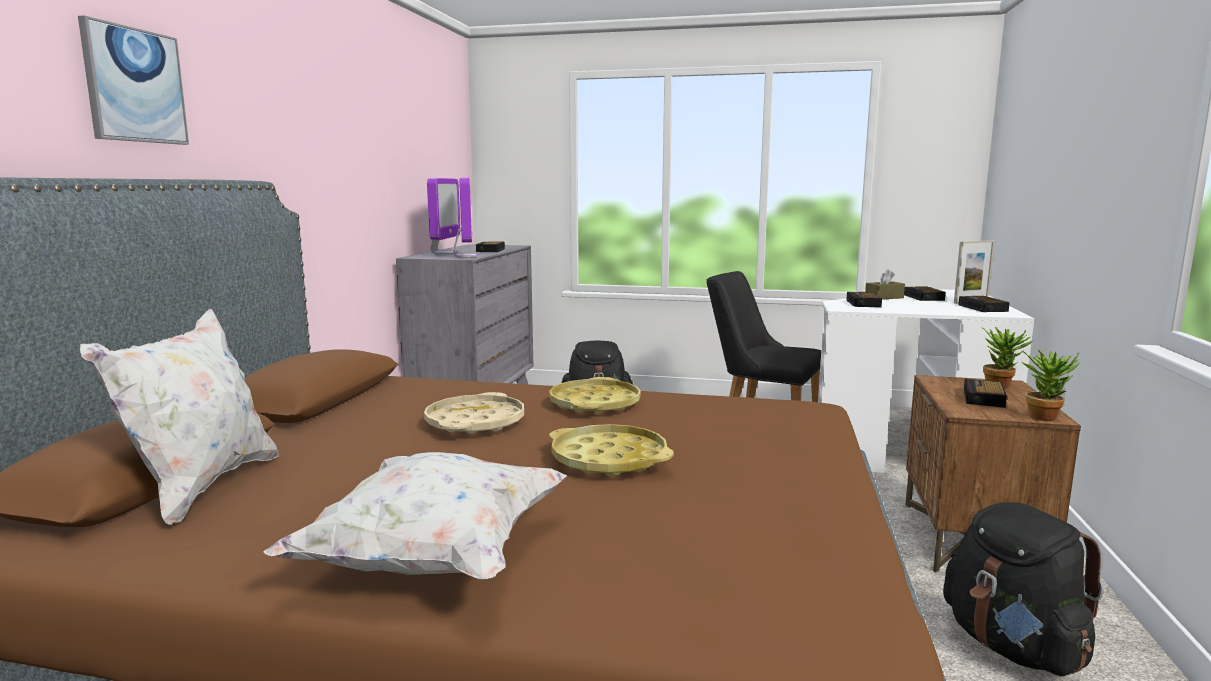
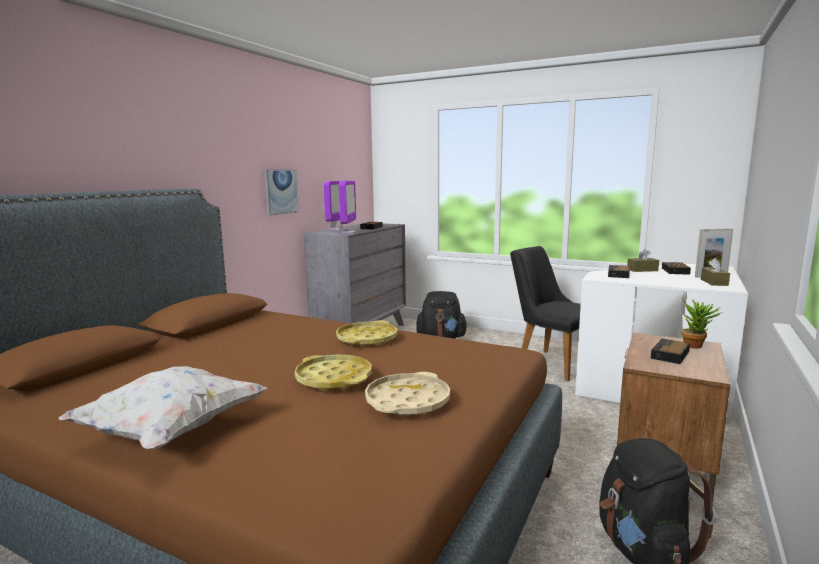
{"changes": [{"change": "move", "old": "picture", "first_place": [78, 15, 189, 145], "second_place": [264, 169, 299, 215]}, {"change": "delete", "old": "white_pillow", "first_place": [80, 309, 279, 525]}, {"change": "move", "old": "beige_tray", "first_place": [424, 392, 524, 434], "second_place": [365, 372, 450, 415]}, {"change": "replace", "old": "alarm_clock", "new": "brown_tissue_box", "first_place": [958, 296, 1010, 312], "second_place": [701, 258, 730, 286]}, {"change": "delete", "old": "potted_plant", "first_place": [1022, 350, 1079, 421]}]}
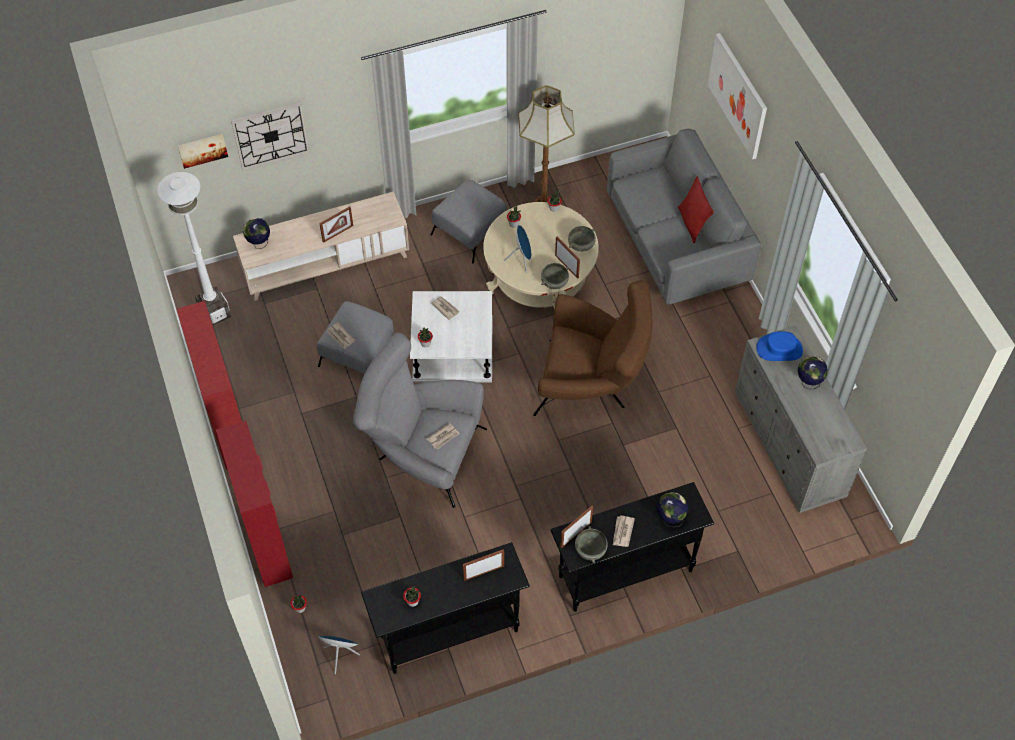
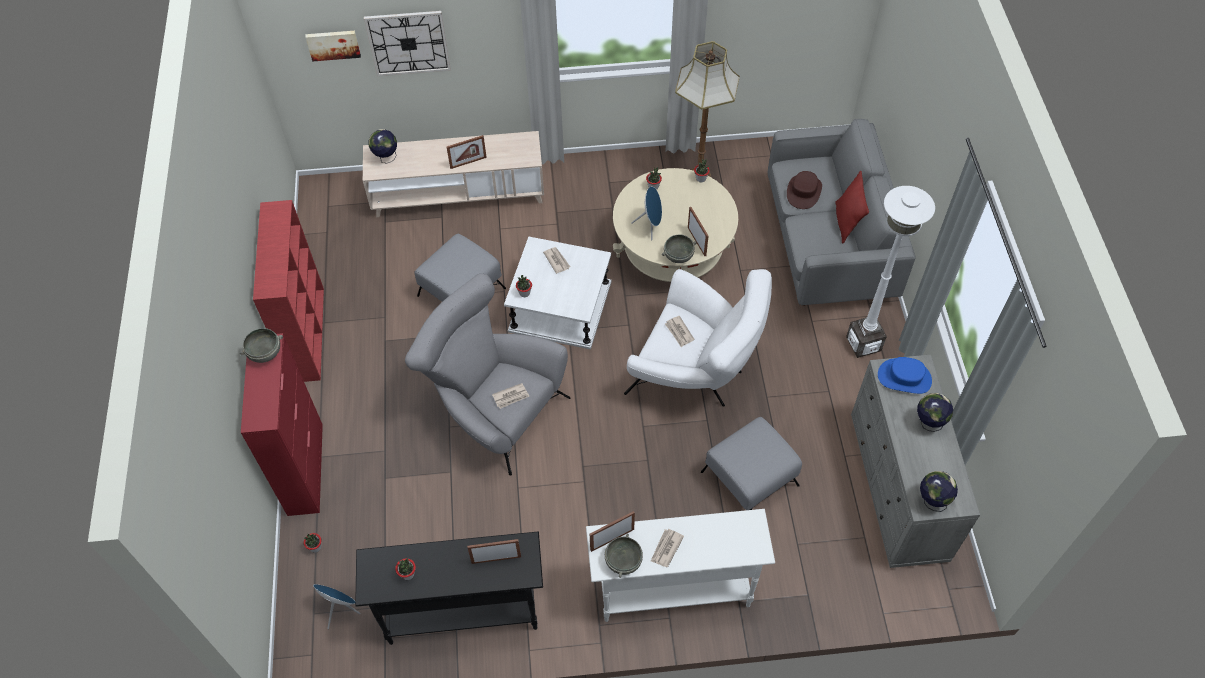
{"changes": [{"change": "move", "old": "white_floor_lamp", "first_place": [157, 172, 231, 325], "second_place": [846, 186, 935, 358]}, {"change": "move", "old": "newspaper", "first_place": [327, 322, 355, 349], "second_place": [665, 316, 694, 347]}, {"change": "move", "old": "grey_ottoman", "first_place": [431, 179, 507, 263], "second_place": [701, 417, 802, 510]}, {"change": "recolor", "old": "brown_armchair", "new": "white_armchair", "first_place": [533, 280, 652, 416], "second_place": [624, 269, 772, 407]}, {"change": "recolor", "old": "black_console_table", "new": "white_console_table", "first_place": [550, 482, 714, 612], "second_place": [586, 509, 775, 622]}, {"change": "move", "old": "grey_bowl", "first_place": [568, 226, 596, 252], "second_place": [240, 328, 283, 363]}, {"change": "move", "old": "globe", "first_place": [657, 492, 688, 527], "second_place": [920, 471, 958, 512]}, {"change": "delete", "old": "picture", "first_place": [708, 33, 767, 159]}, {"change": "insert", "new": "brown_hat", "second_place": [787, 171, 822, 209]}]}
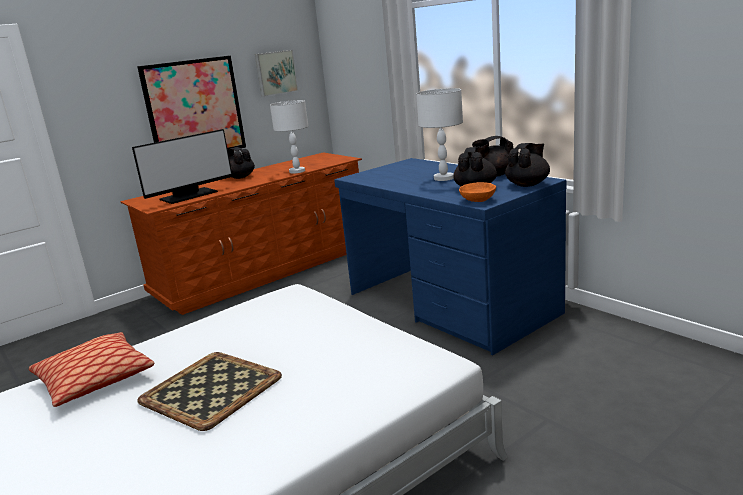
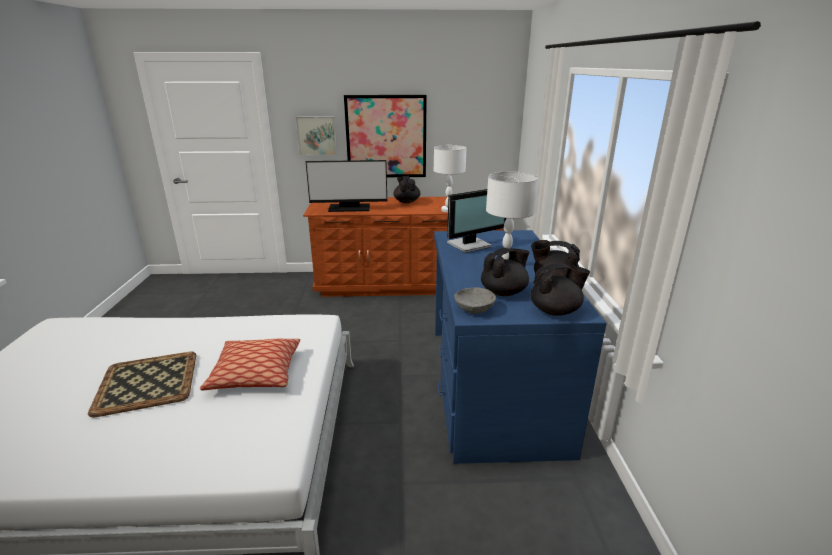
{"changes": [{"change": "move", "old": "pillow", "first_place": [29, 332, 155, 407], "second_place": [200, 339, 300, 390]}, {"change": "move", "old": "picture", "first_place": [255, 50, 298, 97], "second_place": [296, 116, 337, 155]}, {"change": "recolor", "old": "orange_bowl", "new": "grey_bowl", "first_place": [459, 182, 496, 202], "second_place": [454, 287, 496, 314]}, {"change": "insert", "new": "monitor", "second_place": [447, 189, 507, 253]}]}
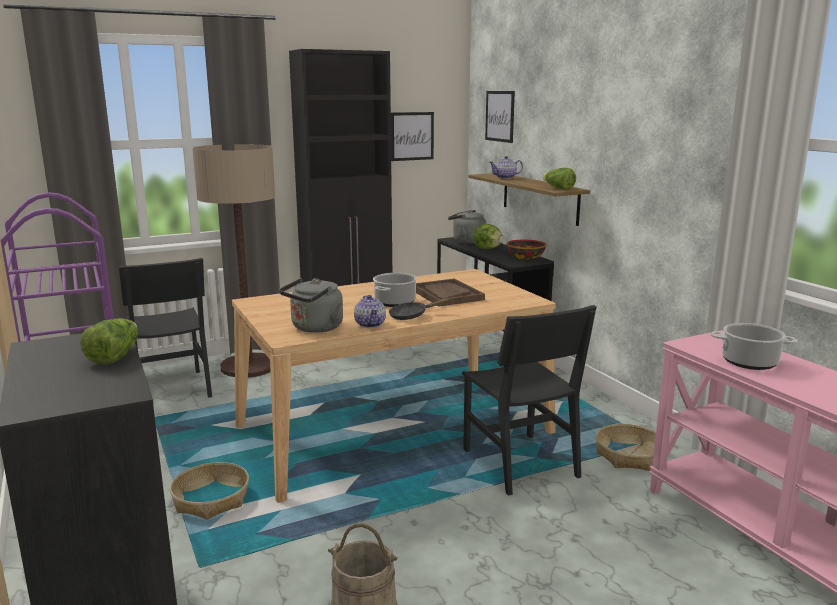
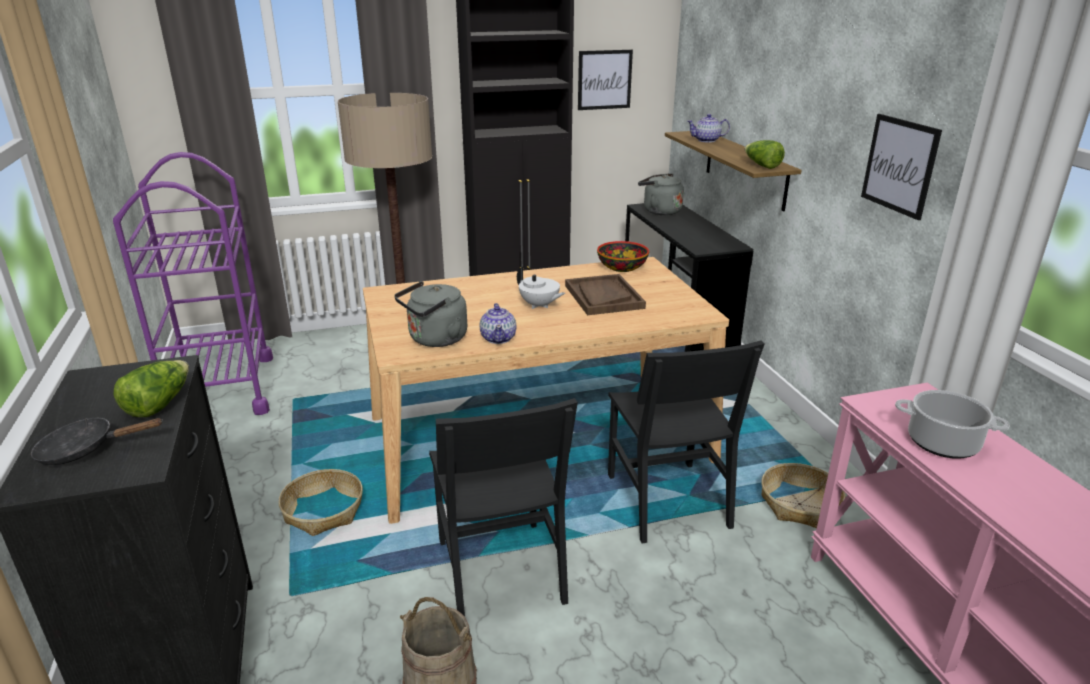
{"changes": [{"change": "move", "old": "black_chair", "first_place": [119, 258, 212, 398], "second_place": [429, 398, 578, 616]}, {"change": "replace", "old": "cooking_pot", "new": "white_teapot", "first_place": [373, 273, 417, 307], "second_place": [517, 267, 565, 309]}, {"change": "move", "old": "black_frying_pan", "first_place": [389, 298, 452, 320], "second_place": [31, 418, 163, 465]}, {"change": "delete", "old": "lettuce", "first_place": [473, 224, 504, 249]}, {"change": "move", "old": "picture", "first_place": [485, 91, 515, 143], "second_place": [861, 114, 942, 220]}, {"change": "move", "old": "bowl", "first_place": [507, 240, 546, 260], "second_place": [597, 241, 649, 272]}]}
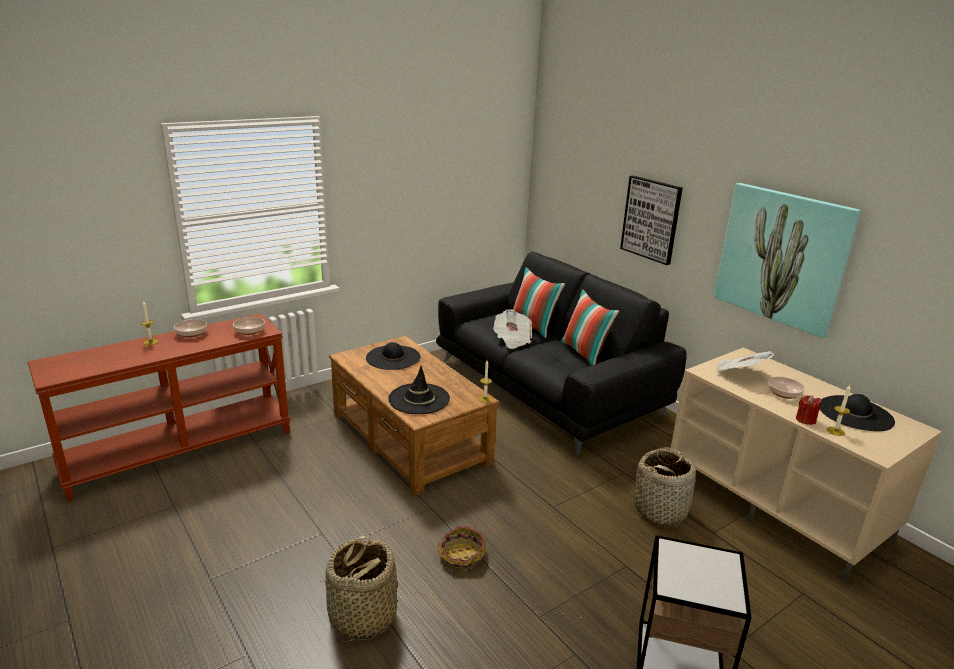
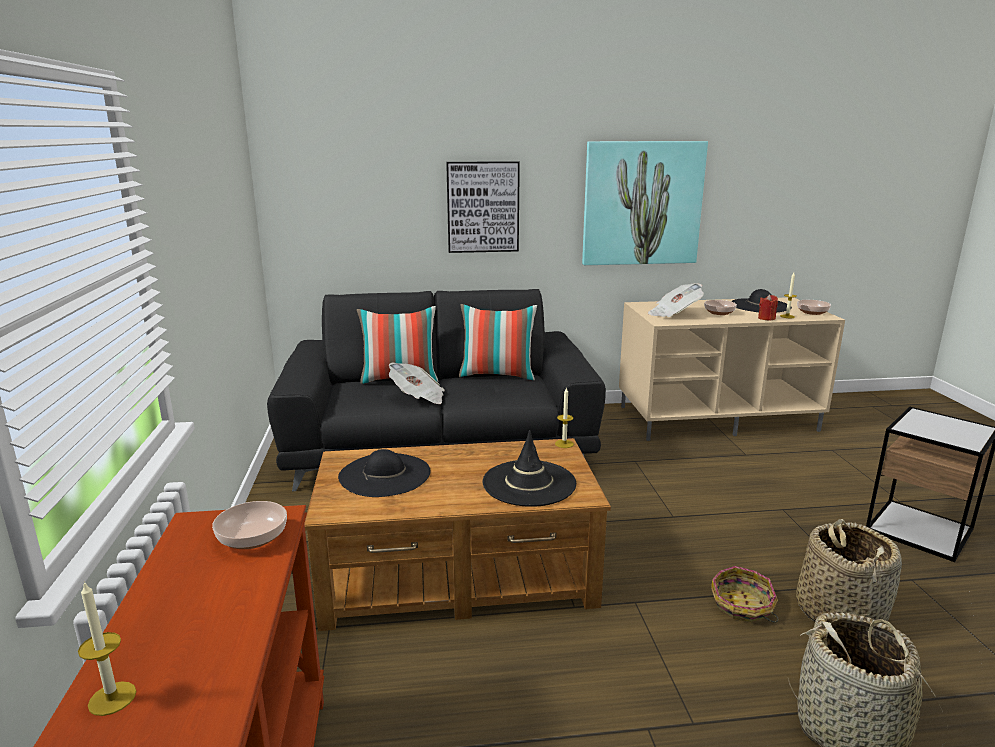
{"changes": [{"change": "move", "old": "bowl", "first_place": [174, 319, 207, 338], "second_place": [797, 300, 831, 315]}, {"change": "move", "old": "basket", "first_place": [634, 447, 696, 526], "second_place": [796, 519, 902, 624]}]}
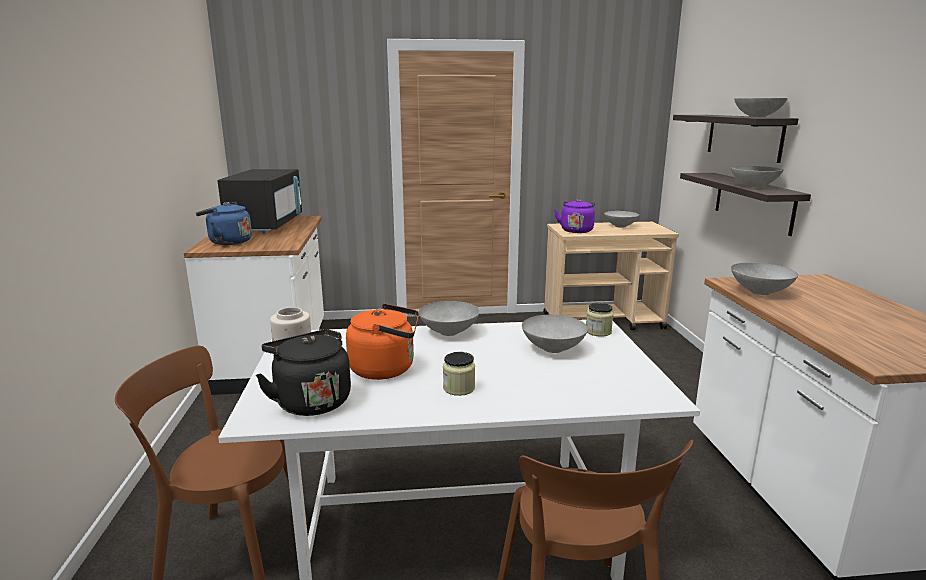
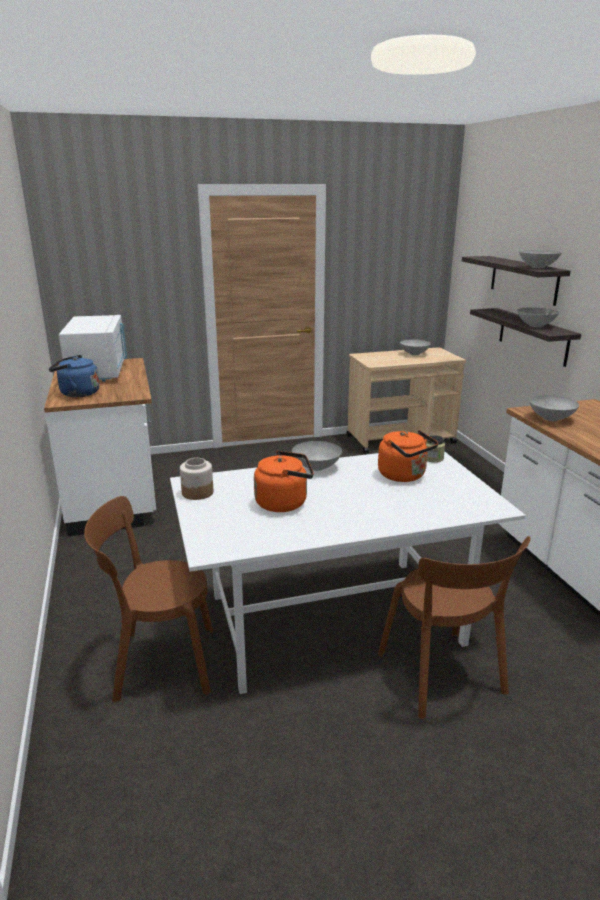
{"changes": [{"change": "recolor", "old": "black_microwave", "new": "white_microwave", "first_place": [218, 169, 302, 233], "second_place": [59, 315, 127, 382]}, {"change": "delete", "old": "black_kettle", "first_place": [256, 329, 351, 416]}, {"change": "delete", "old": "jar", "first_place": [443, 352, 475, 396]}, {"change": "replace", "old": "grey_bowl", "new": "orange_kettle", "first_place": [522, 315, 588, 353], "second_place": [378, 430, 438, 482]}, {"change": "delete", "old": "purple_kettle", "first_place": [554, 199, 595, 233]}]}
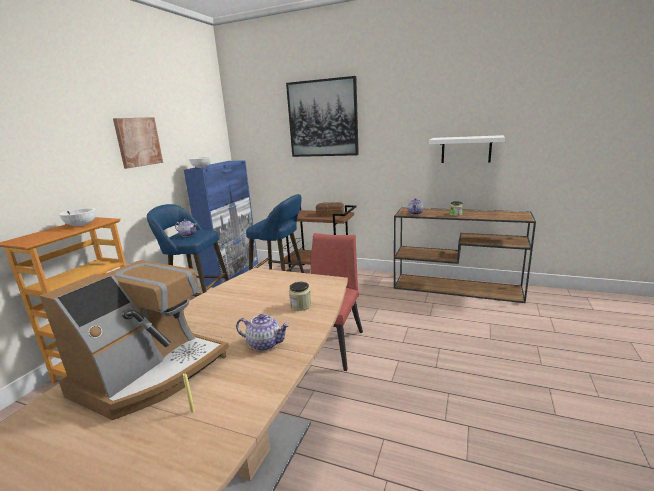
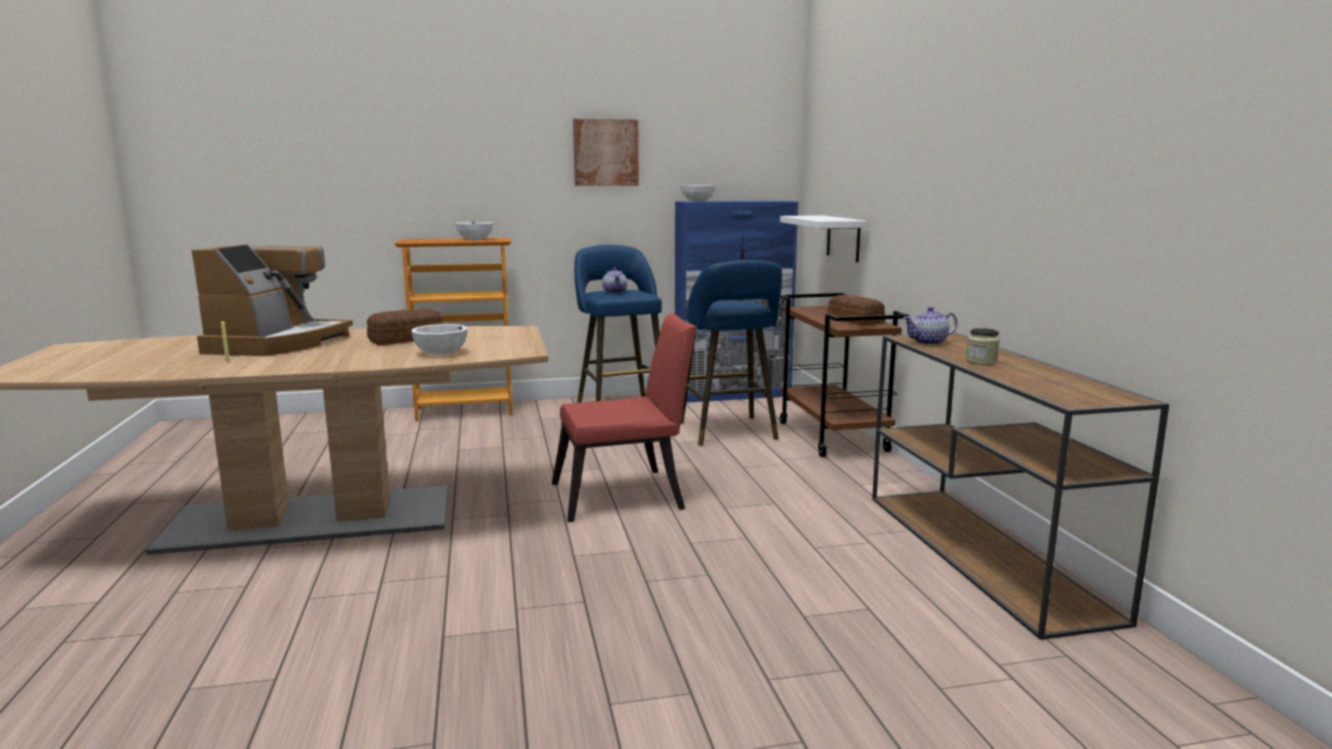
{"changes": [{"change": "rotate", "old": "coffee_machine", "first_place": [40, 260, 229, 420], "second_place": [192, 245, 353, 356], "degrees": -75}, {"change": "delete", "old": "teapot", "first_place": [236, 314, 290, 351]}, {"change": "delete", "old": "picture", "first_place": [286, 76, 359, 157]}, {"change": "replace", "old": "jar", "new": "white_bowl", "first_place": [289, 282, 311, 311], "second_place": [411, 324, 468, 355]}, {"change": "move", "old": "white_shelf", "first_place": [429, 135, 505, 163], "second_place": [780, 215, 868, 262]}, {"change": "insert", "new": "bread", "second_place": [367, 308, 442, 346]}]}
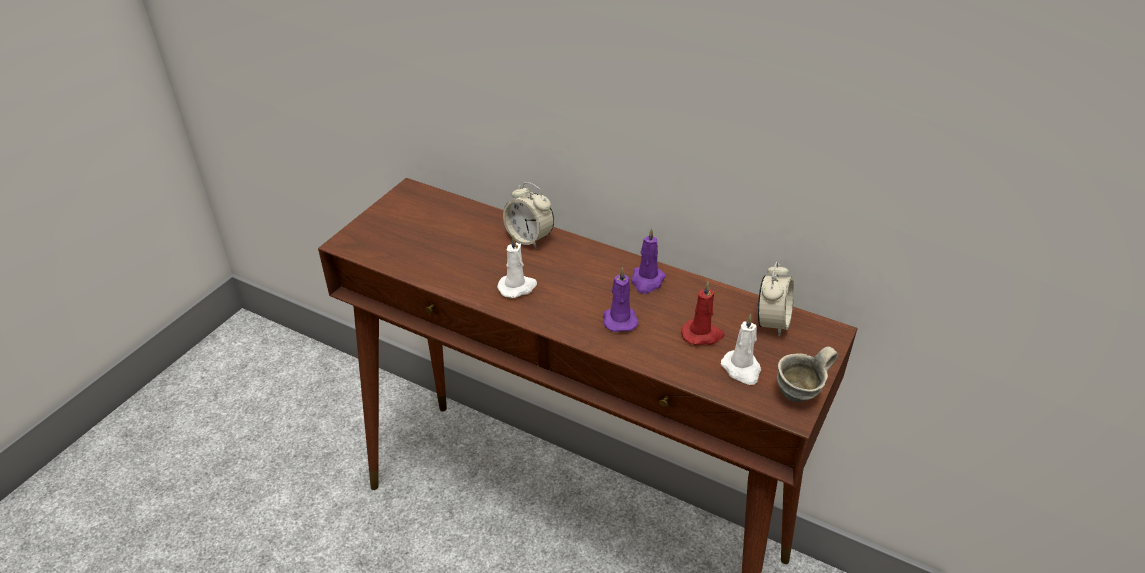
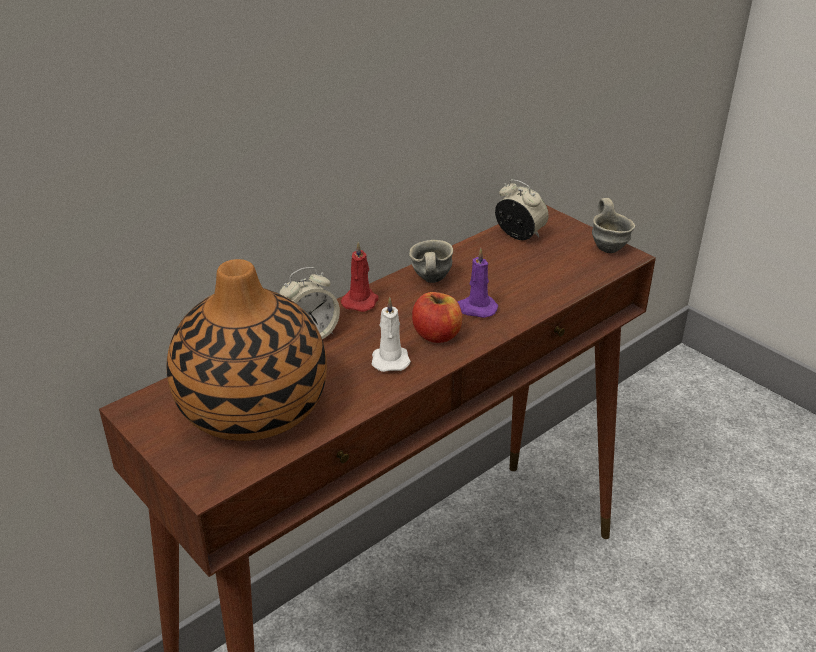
{"changes": [{"change": "replace", "old": "purple_candle", "new": "grey_mug", "first_place": [631, 227, 666, 294], "second_place": [409, 240, 453, 283]}, {"change": "move", "old": "red_candle", "first_place": [681, 282, 724, 345], "second_place": [341, 241, 379, 312]}, {"change": "delete", "old": "white_candle", "first_place": [721, 314, 761, 385]}, {"change": "insert", "new": "vase", "second_place": [166, 259, 327, 441]}, {"change": "insert", "new": "apple", "second_place": [412, 292, 462, 343]}]}
